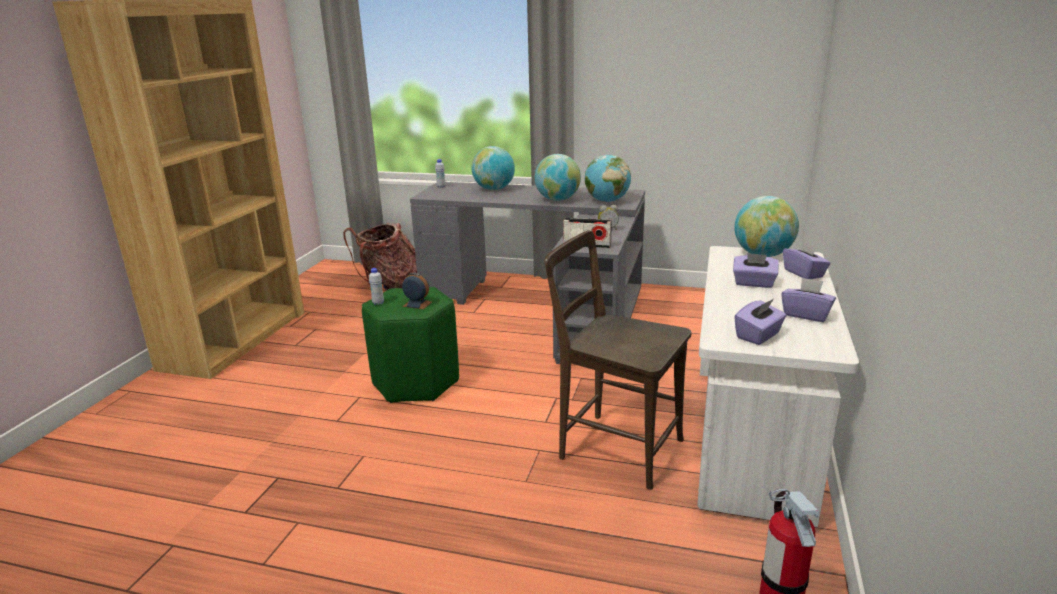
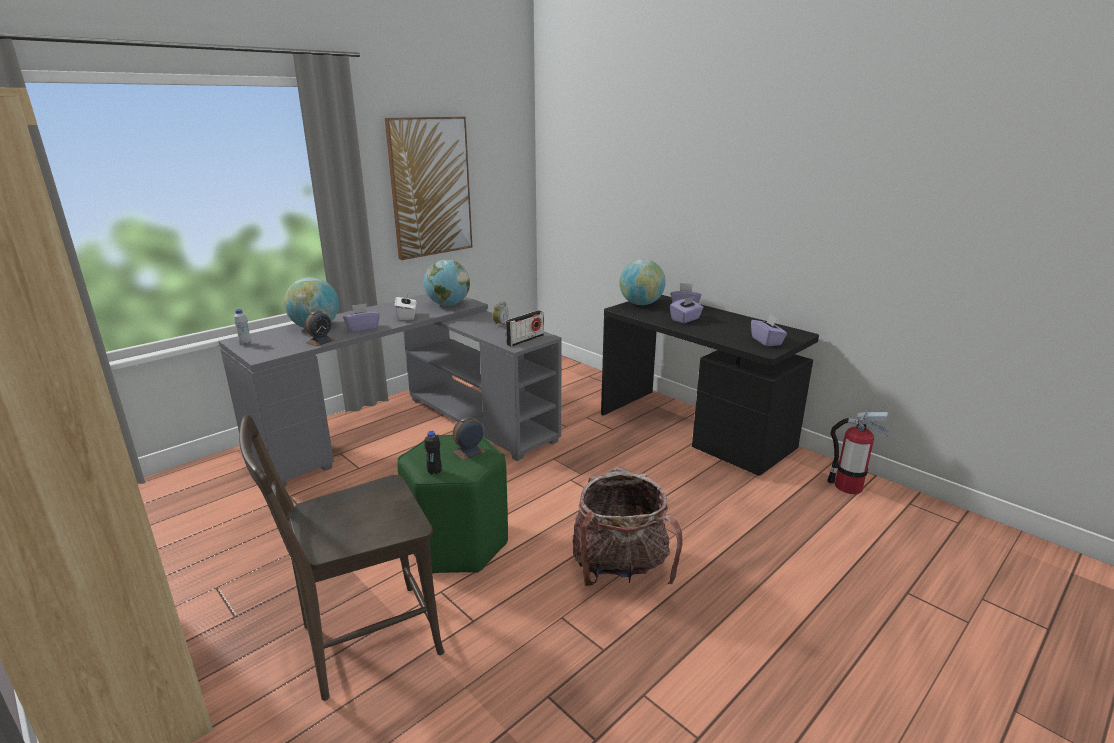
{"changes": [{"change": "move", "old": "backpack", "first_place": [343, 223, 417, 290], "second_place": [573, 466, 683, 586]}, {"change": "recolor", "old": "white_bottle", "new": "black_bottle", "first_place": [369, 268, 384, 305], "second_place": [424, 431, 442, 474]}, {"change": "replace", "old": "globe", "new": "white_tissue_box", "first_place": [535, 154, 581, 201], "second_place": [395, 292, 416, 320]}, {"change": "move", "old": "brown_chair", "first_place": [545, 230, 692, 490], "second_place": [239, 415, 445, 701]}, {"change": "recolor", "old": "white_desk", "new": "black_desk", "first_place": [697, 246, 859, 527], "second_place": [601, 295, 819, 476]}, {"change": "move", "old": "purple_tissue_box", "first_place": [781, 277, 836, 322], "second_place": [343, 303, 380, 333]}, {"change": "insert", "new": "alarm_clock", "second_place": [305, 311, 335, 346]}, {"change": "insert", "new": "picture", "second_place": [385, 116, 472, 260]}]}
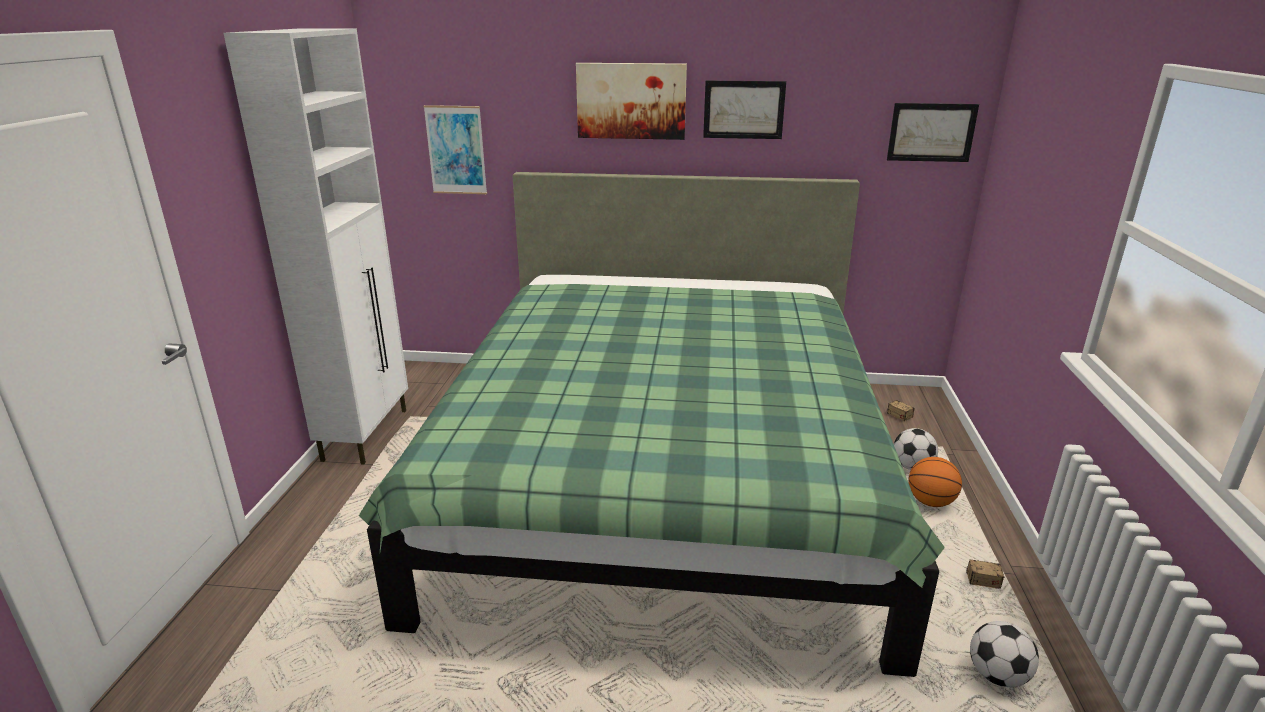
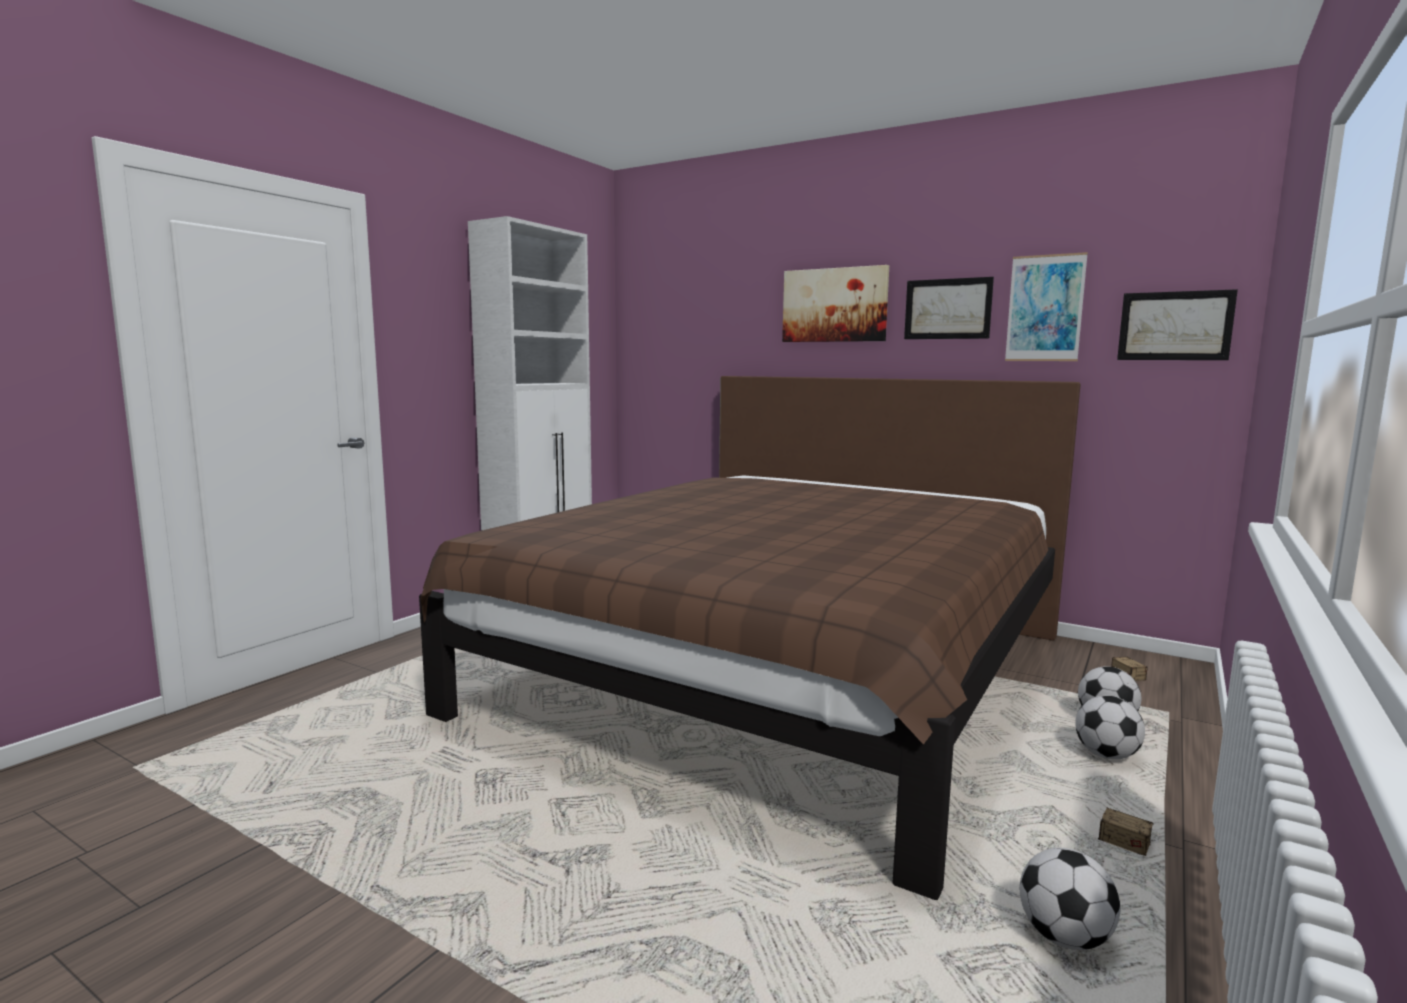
{"changes": [{"change": "recolor", "old": "green_bed", "new": "brown_bed", "first_place": [359, 172, 945, 677], "second_place": [419, 376, 1081, 900]}, {"change": "move", "old": "picture", "first_place": [423, 105, 487, 194], "second_place": [1005, 252, 1088, 361]}, {"change": "replace", "old": "basketball", "new": "football", "first_place": [908, 457, 962, 507], "second_place": [1075, 695, 1145, 760]}]}
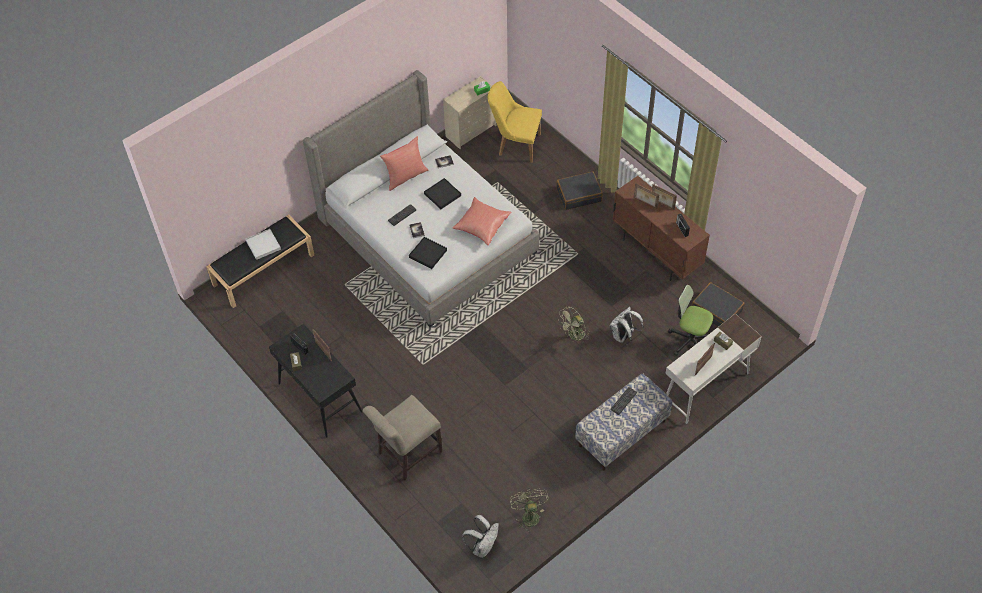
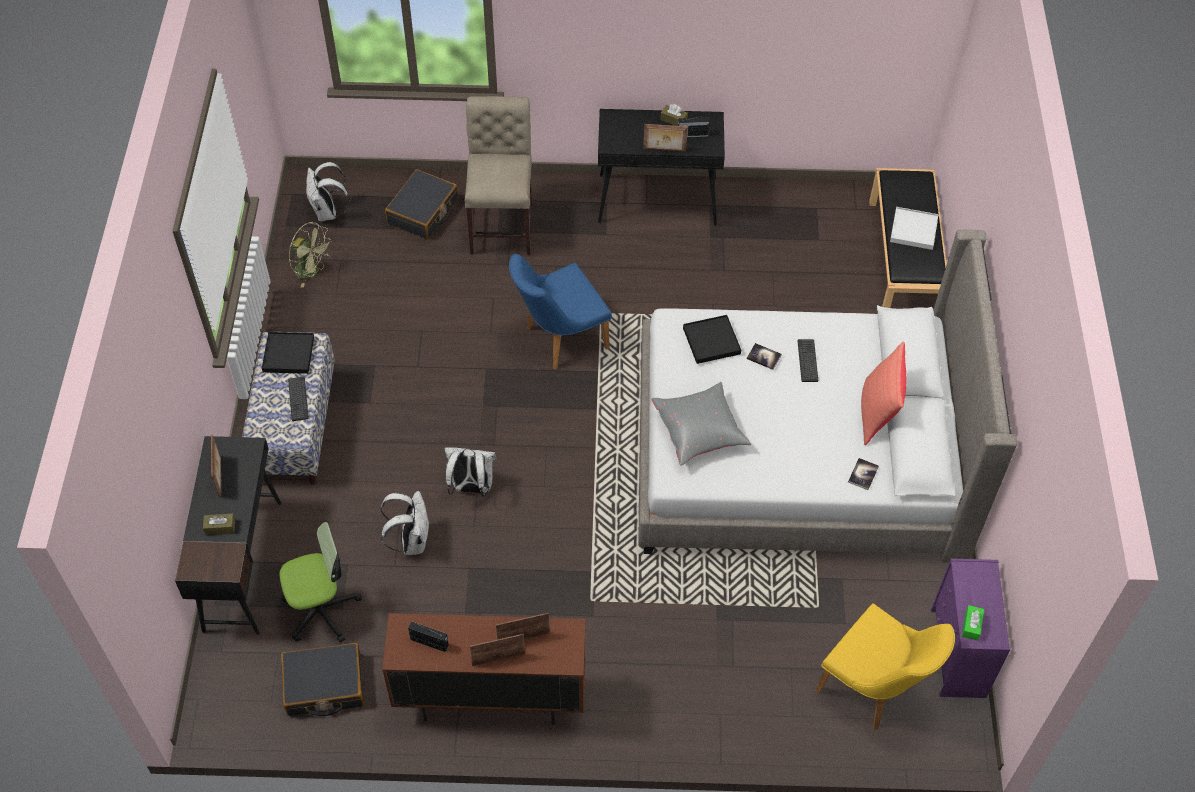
{"changes": [{"change": "move", "old": "black_tray", "first_place": [424, 178, 461, 209], "second_place": [262, 332, 314, 374]}, {"change": "recolor", "old": "beige_dresser", "new": "purple_dresser", "first_place": [443, 76, 496, 149], "second_place": [931, 559, 1010, 698]}, {"change": "recolor", "old": "red_pillow", "new": "grey_pillow", "first_place": [452, 197, 512, 245], "second_place": [652, 382, 751, 466]}, {"change": "rotate", "old": "yellow_chair", "first_place": [487, 81, 542, 163], "second_place": [816, 603, 955, 730], "degrees": 75}, {"change": "move", "old": "black_suitcase", "first_place": [556, 171, 603, 210], "second_place": [385, 169, 458, 239]}, {"change": "replace", "old": "green_fan", "new": "white_backpack", "first_place": [558, 306, 590, 344], "second_place": [444, 447, 496, 497]}, {"change": "recolor", "old": "white_desk", "new": "black_desk", "first_place": [665, 314, 762, 424], "second_place": [175, 436, 281, 634]}, {"change": "insert", "new": "blue_chair", "second_place": [509, 254, 612, 370]}]}
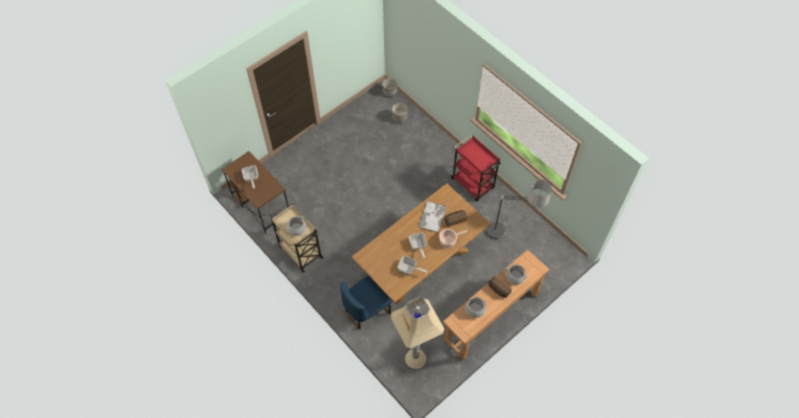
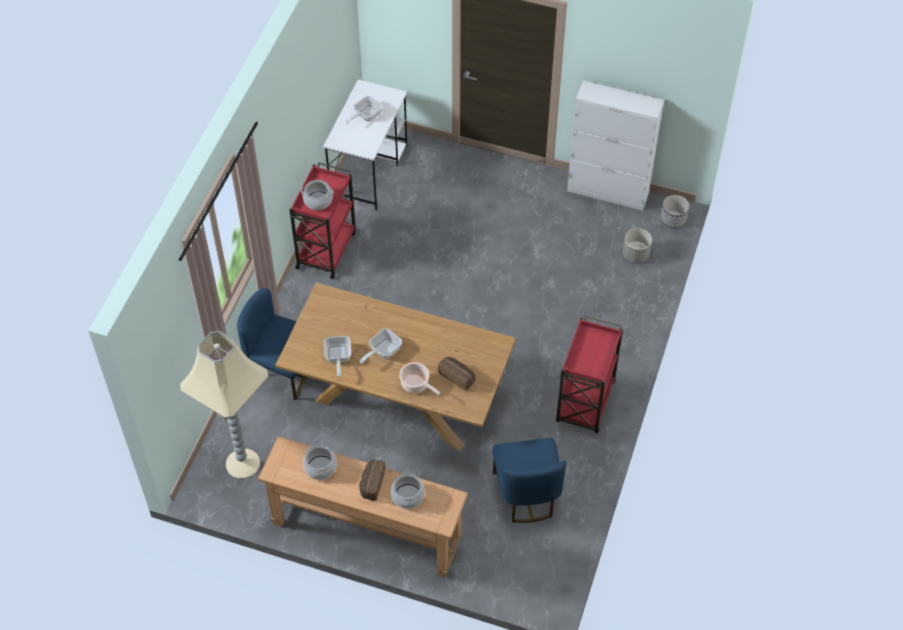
{"changes": [{"change": "recolor", "old": "brown_desk", "new": "white_desk", "first_place": [221, 151, 289, 233], "second_place": [323, 79, 408, 211]}, {"change": "recolor", "old": "beige_cart", "new": "red_cart", "first_place": [271, 203, 323, 273], "second_place": [289, 162, 356, 279]}, {"change": "delete", "old": "tray", "first_place": [418, 201, 447, 233]}, {"change": "replace", "old": "floor_lamp", "new": "blue_chair", "first_place": [486, 179, 552, 239], "second_place": [492, 438, 566, 523]}, {"change": "insert", "new": "white_cabinet", "second_place": [567, 80, 664, 211]}]}
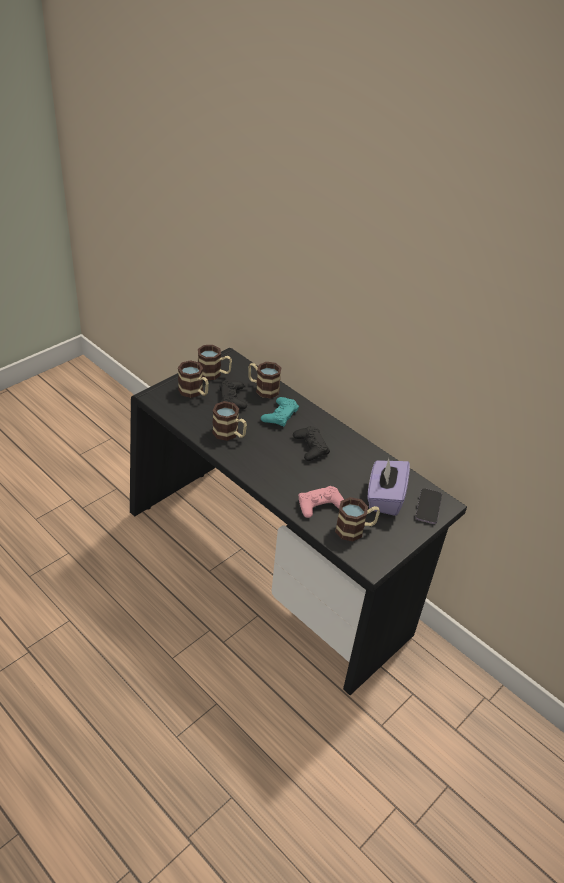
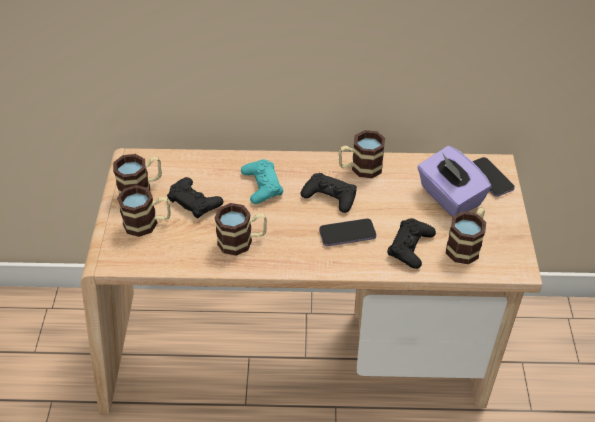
{"changes": [{"change": "recolor", "old": "black_desk", "new": "beige_desk", "first_place": [130, 348, 467, 695], "second_place": [81, 148, 542, 415]}, {"change": "move", "old": "mug", "first_place": [248, 362, 281, 398], "second_place": [339, 130, 385, 178]}, {"change": "recolor", "old": "pink_game_controller", "new": "black_game_controller", "first_place": [298, 486, 344, 518], "second_place": [387, 218, 436, 269]}, {"change": "insert", "new": "phone", "second_place": [319, 218, 376, 246]}]}
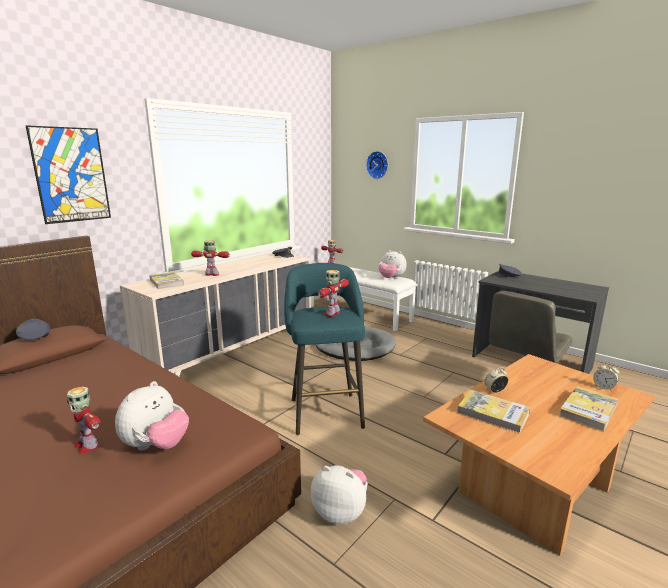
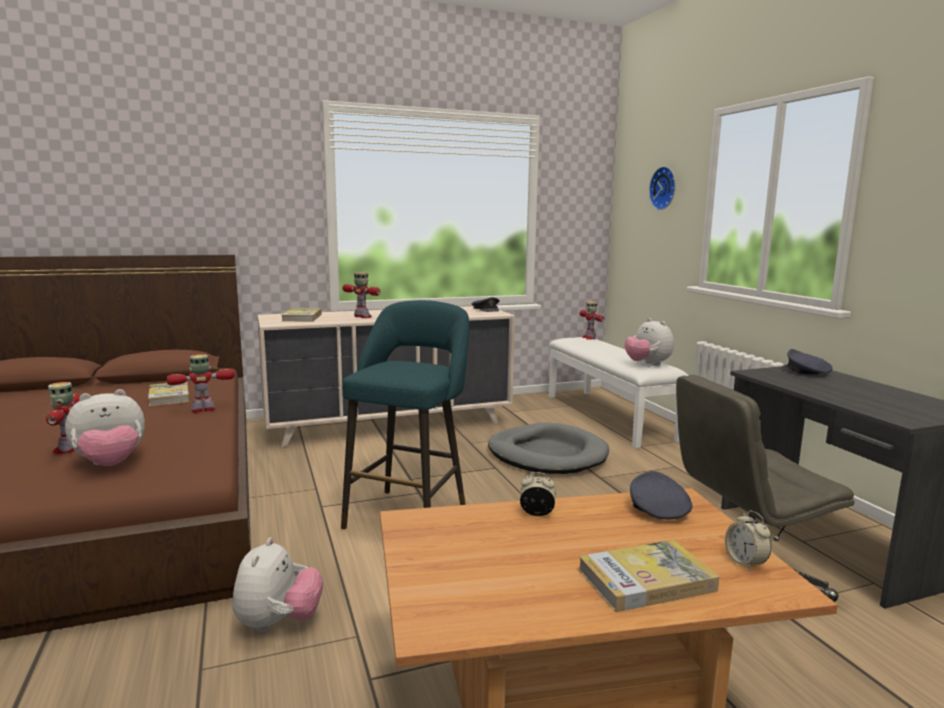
{"changes": [{"change": "move", "old": "grey_cap", "first_place": [16, 319, 50, 340], "second_place": [630, 471, 693, 519]}, {"change": "delete", "old": "picture", "first_place": [26, 125, 111, 224]}, {"change": "rotate", "old": "plush_toy", "first_place": [311, 465, 368, 524], "second_place": [233, 538, 323, 633], "degrees": 45}, {"change": "move", "old": "toy_robot", "first_place": [318, 270, 349, 317], "second_place": [167, 354, 235, 413]}, {"change": "move", "old": "book", "first_place": [457, 390, 530, 434], "second_place": [148, 381, 189, 406]}]}
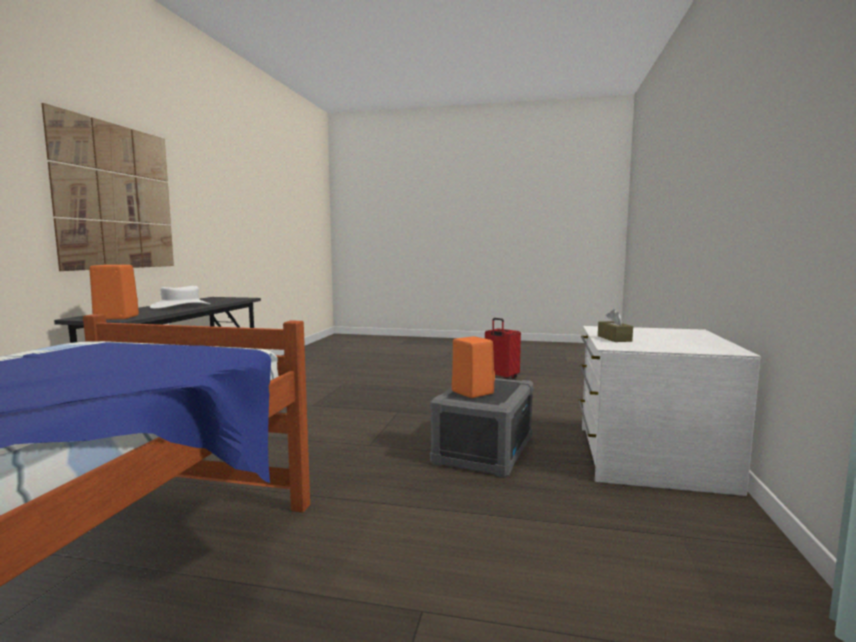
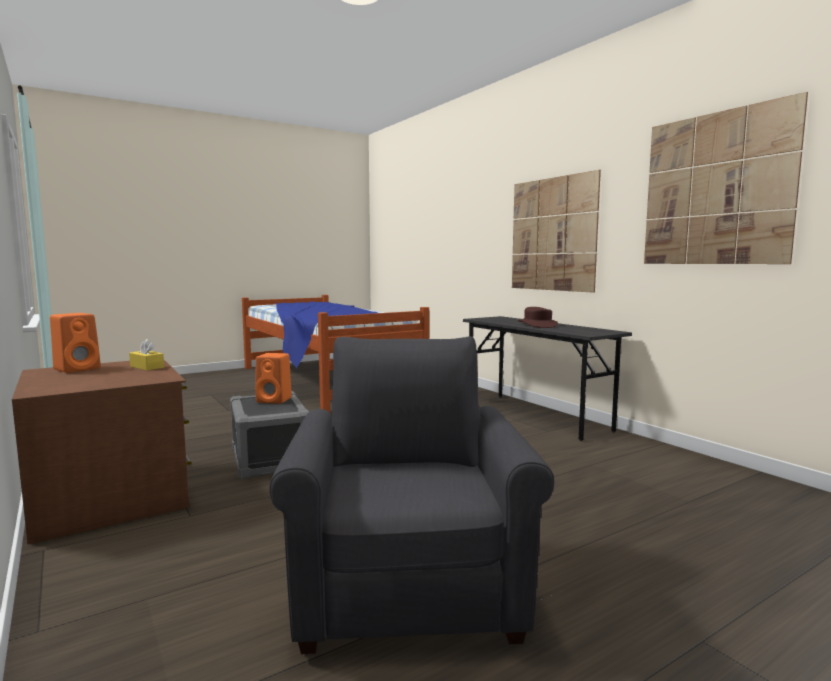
{"changes": [{"change": "move", "old": "orange_speaker", "first_place": [89, 265, 139, 320], "second_place": [50, 313, 101, 373]}, {"change": "recolor", "old": "white_hat", "new": "brown_hat", "first_place": [150, 286, 210, 309], "second_place": [518, 307, 558, 328]}, {"change": "replace", "old": "red_suitcase", "new": "grey_armchair", "first_place": [485, 318, 521, 379], "second_place": [269, 336, 554, 654]}, {"change": "recolor", "old": "white_dresser", "new": "brown_dresser", "first_place": [578, 326, 761, 496], "second_place": [12, 360, 192, 544]}, {"change": "recolor", "old": "brown_tissue_box", "new": "yellow_tissue_box", "first_place": [598, 309, 633, 342], "second_place": [129, 339, 164, 371]}, {"change": "insert", "new": "picture", "second_place": [644, 92, 808, 264]}]}
